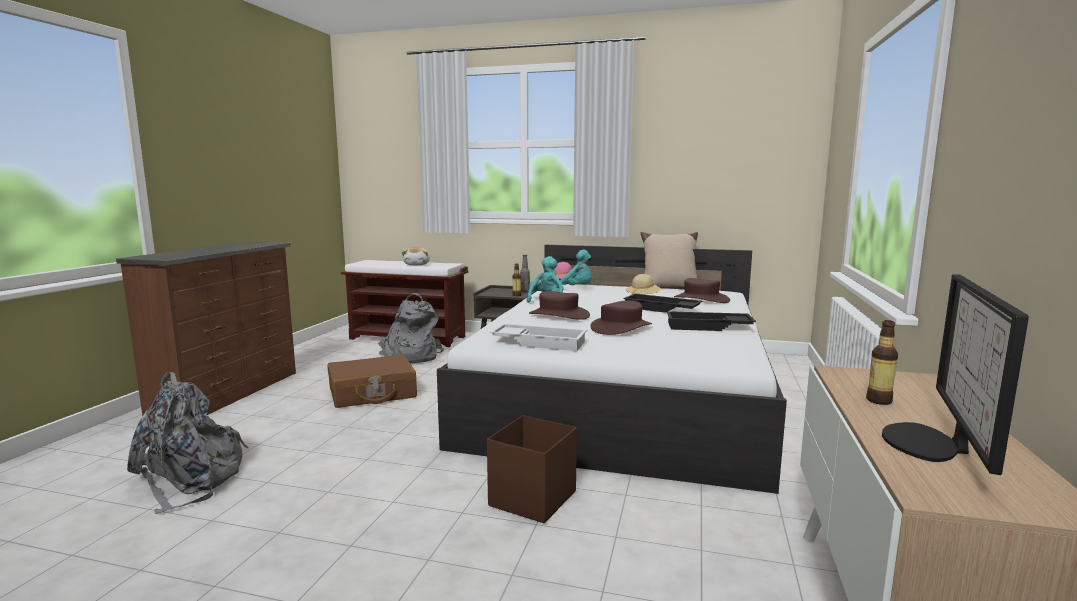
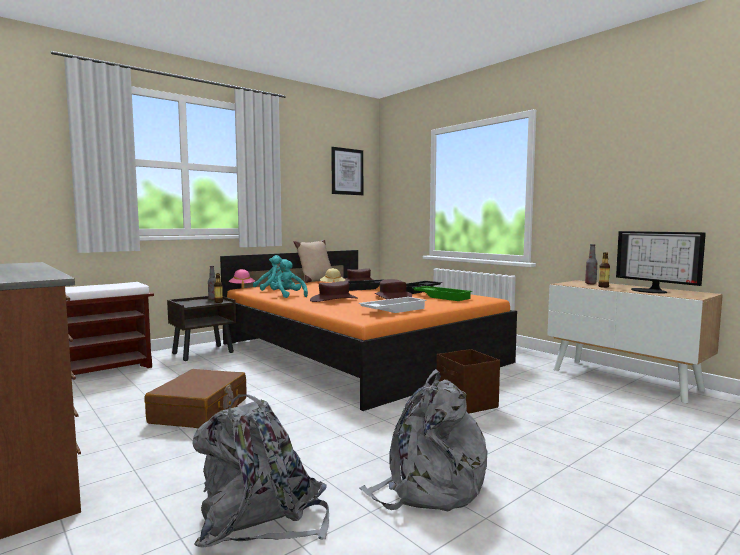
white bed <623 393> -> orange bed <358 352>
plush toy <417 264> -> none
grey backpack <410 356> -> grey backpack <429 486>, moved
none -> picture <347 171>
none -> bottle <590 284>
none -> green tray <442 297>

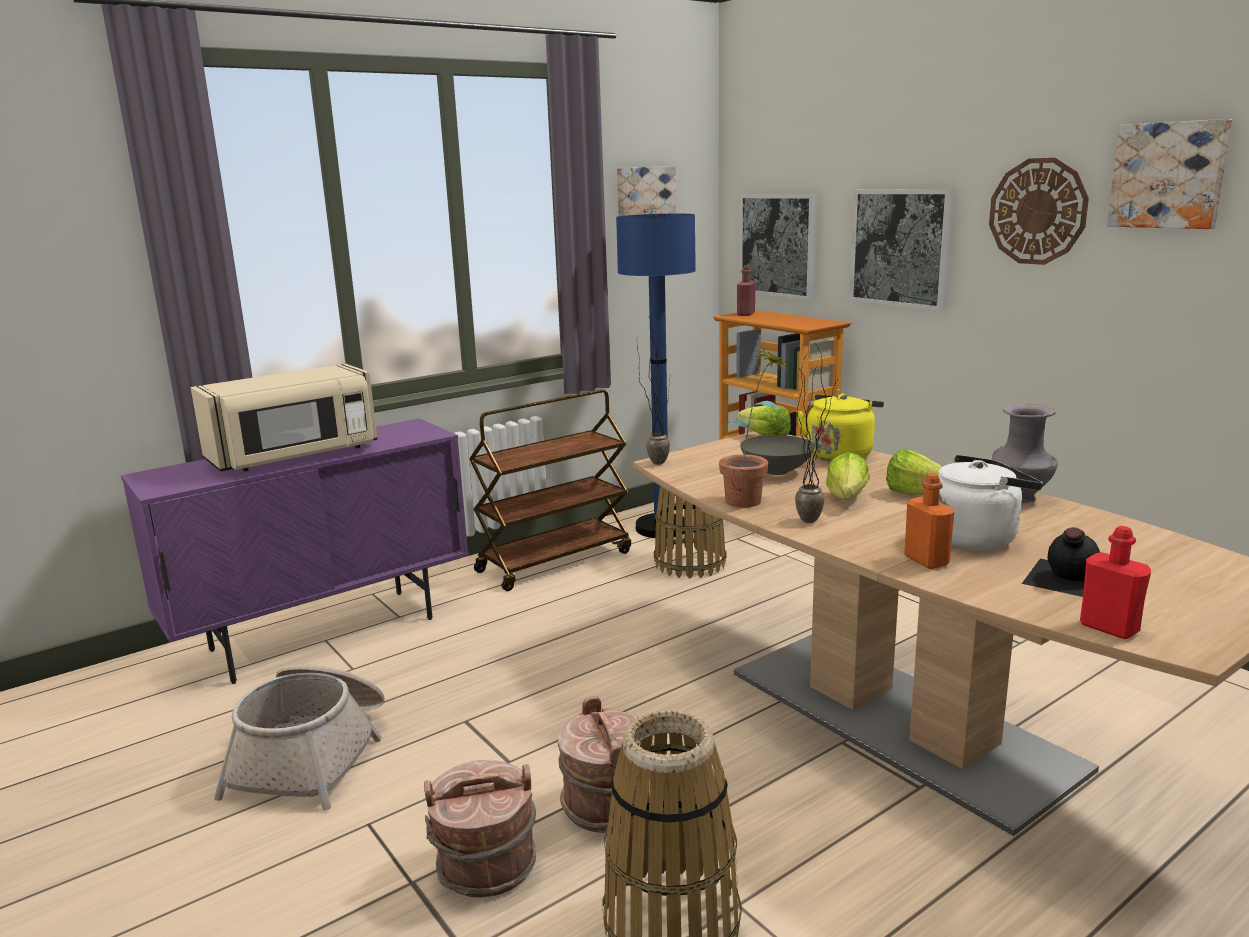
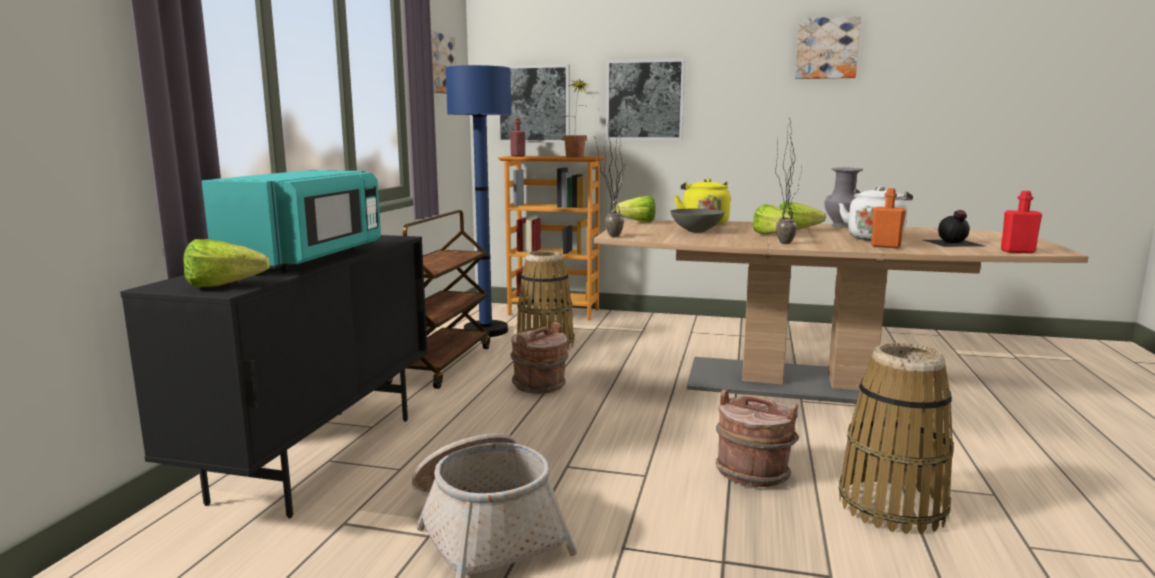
wall clock <1037 211> -> none
potted plant <752 498> -> potted plant <576 156>, moved
beige microwave <295 456> -> turquoise microwave <307 259>
purple cabinet <325 634> -> black cabinet <319 457>
brown bucket <486 868> -> brown bucket <540 386>, moved
none -> lettuce <231 286>

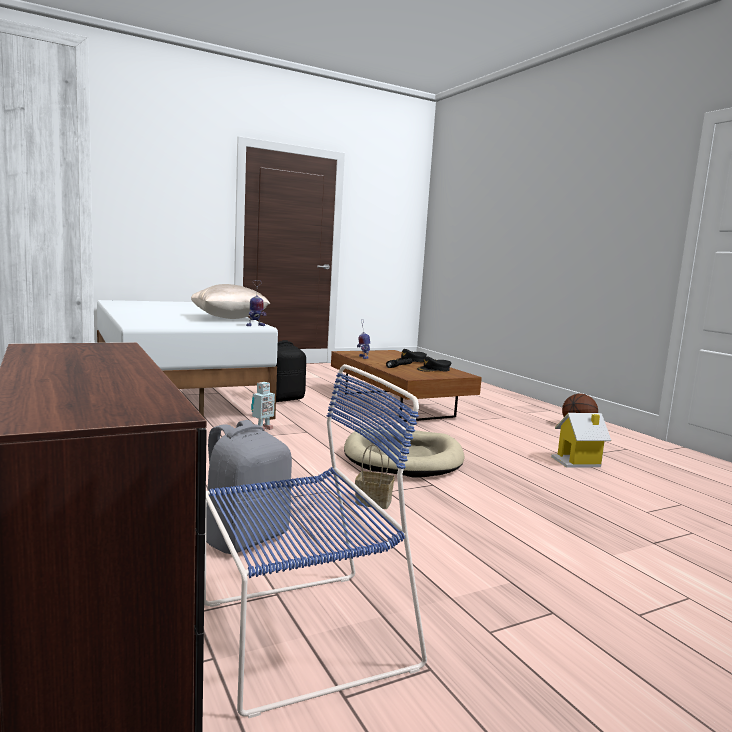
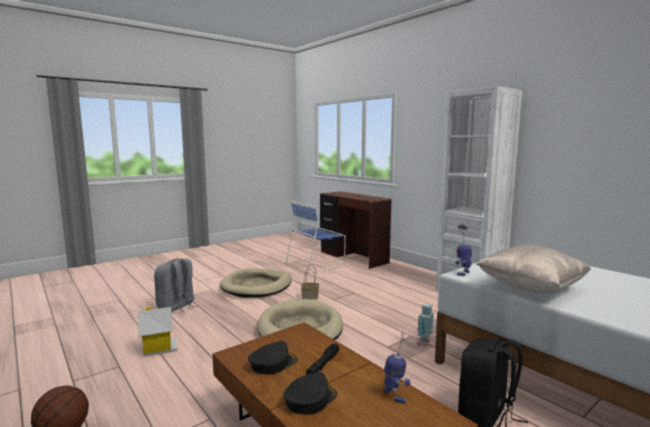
grey backpack <245 538> -> grey backpack <177 307>, moved
none -> beige dog bed <257 286>

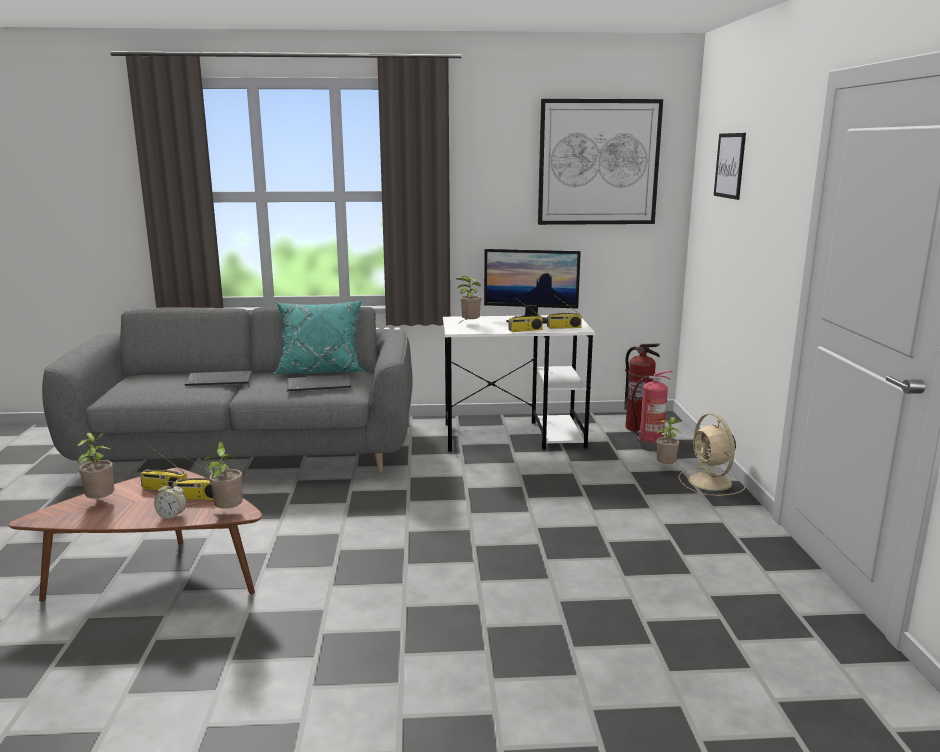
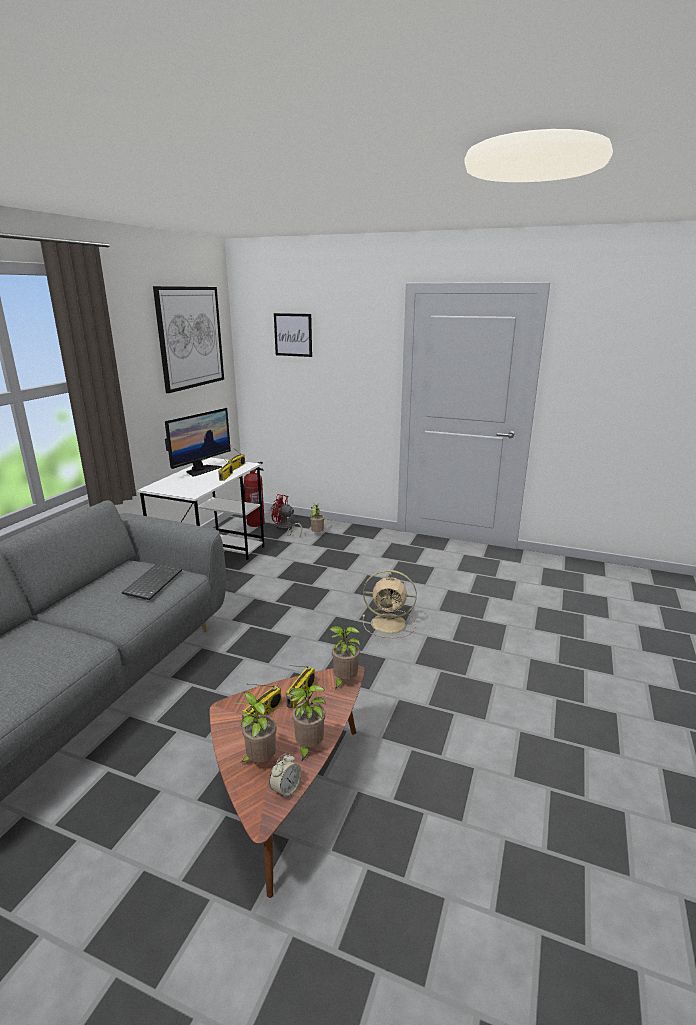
potted plant <469 324> -> potted plant <308 748>, moved
turquoise pillow <321 370> -> none
keyboard <220 380> -> none
fire extinguisher <649 446> -> red fan <285 529>
beige fan <711 483> -> beige fan <390 623>, moved
alarm clock <172 516> -> alarm clock <286 789>, moved

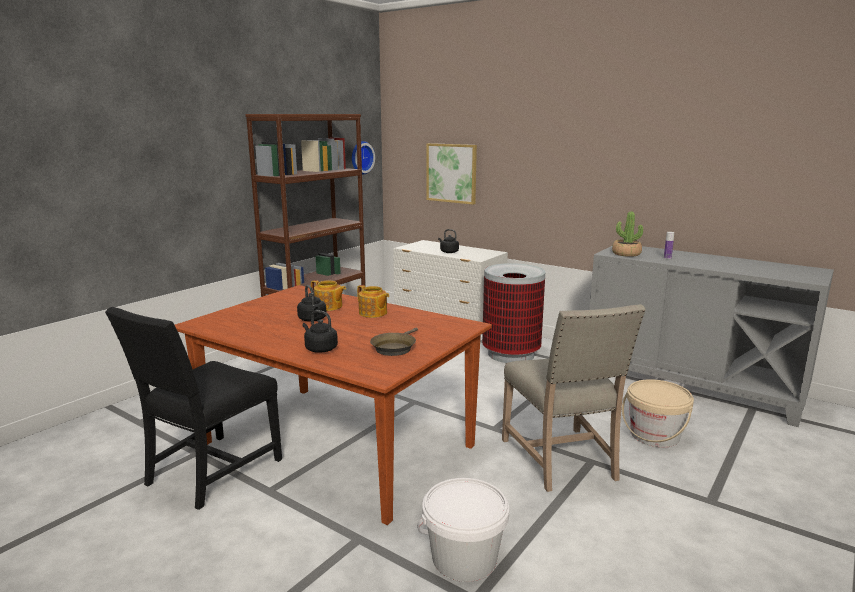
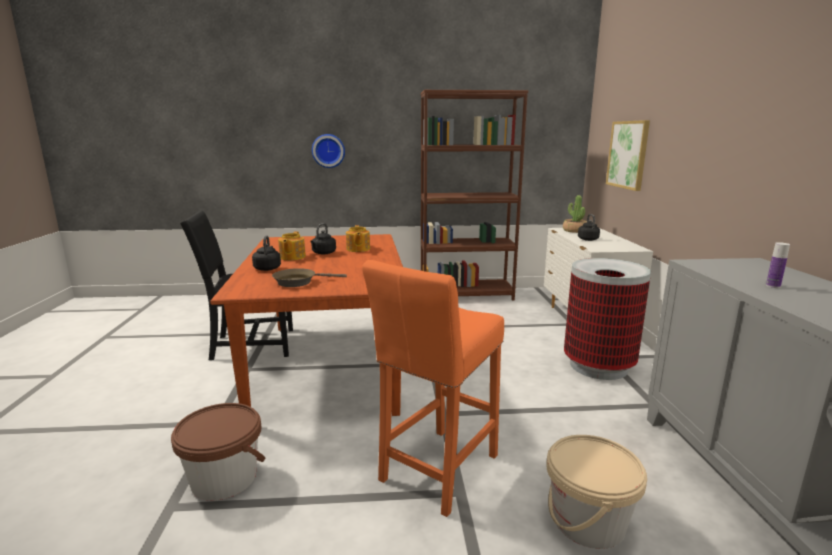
wall clock <360 157> -> wall clock <328 151>, moved
potted plant <626 254> -> potted plant <574 230>, moved
teapot <373 313> -> teapot <292 257>, moved
beige chair <562 460> -> orange stool <436 472>
white bucket <464 558> -> brown bucket <224 478>

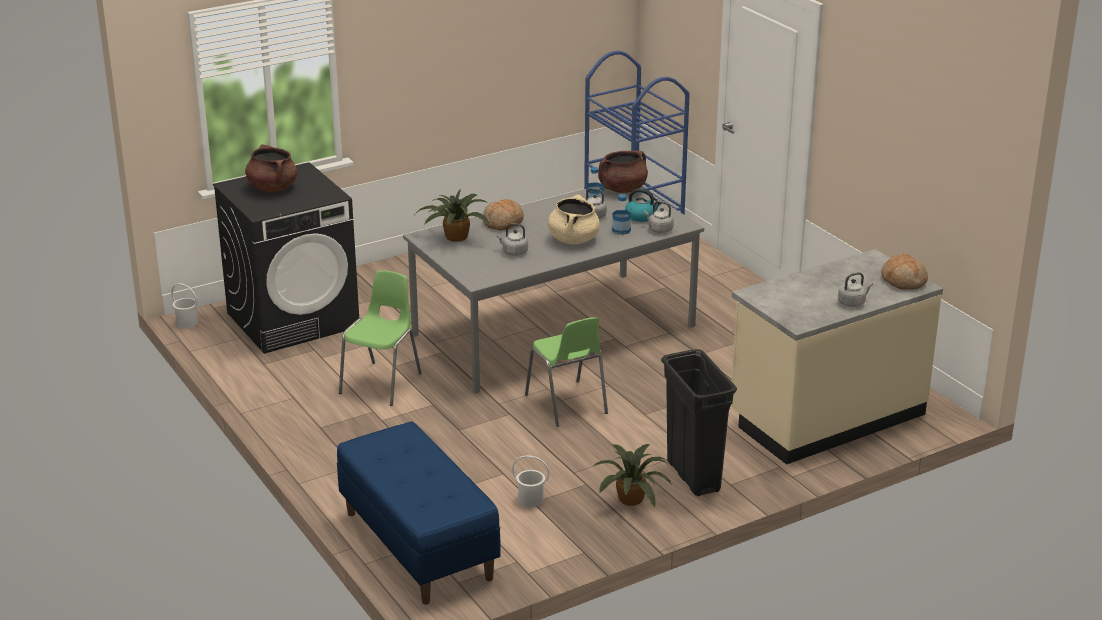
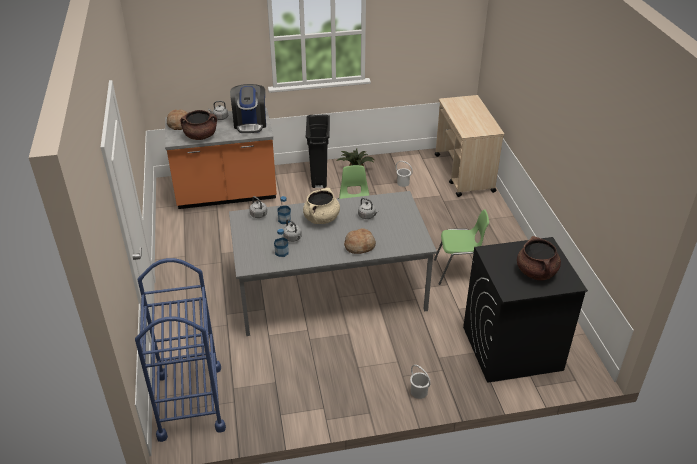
brown cooking pot <622 189> -> brown cooking pot <201 136>, moved
kettle <641 216> -> none
potted plant <454 237> -> none
beige counter <826 416> -> orange counter <226 194>
green chair <382 383> -> green chair <458 272>, 135 degrees counterclockwise
white bucket <187 323> -> white bucket <419 391>, moved
blue bench <417 545> -> beige cart <464 173>
none -> coffee machine <250 123>

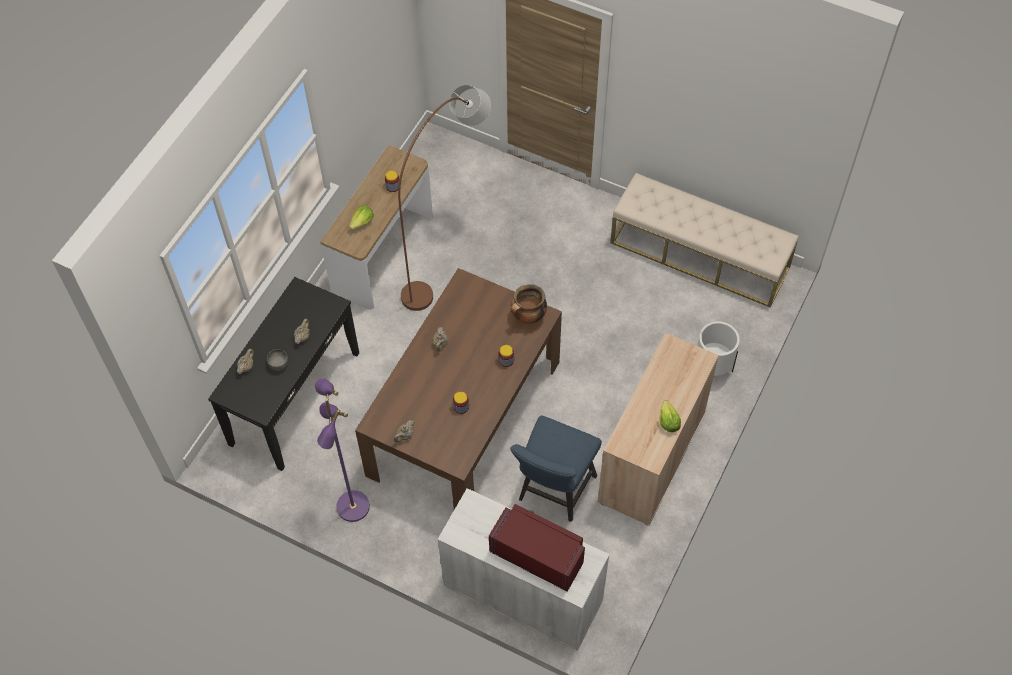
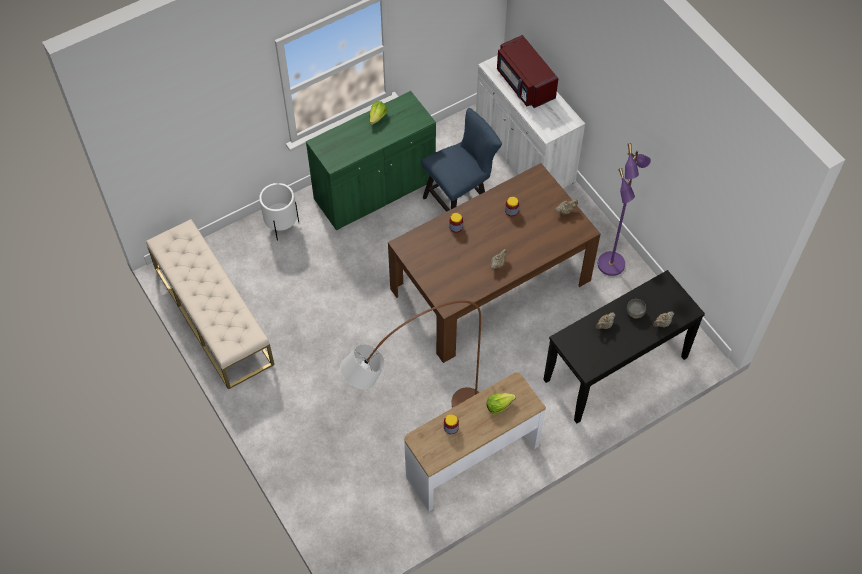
cooking pot <528 317> -> none
beige cabinet <651 457> -> green cabinet <375 190>

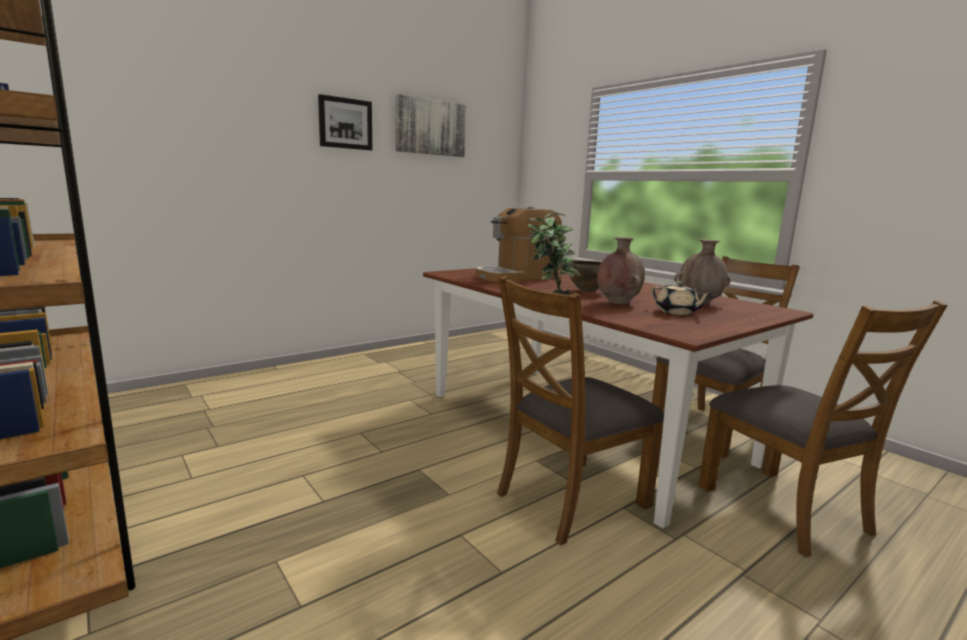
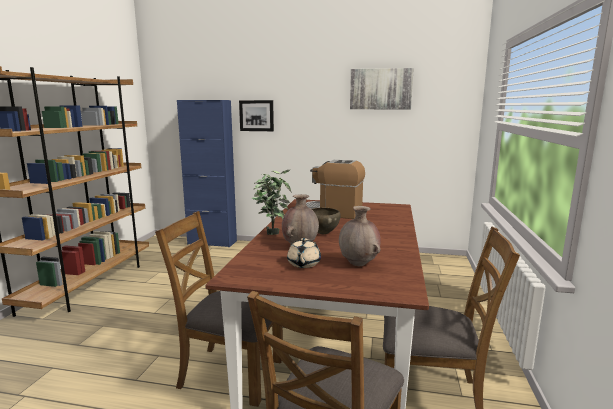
picture <345 123> -> picture <256 115>, moved
none -> blue cabinet <212 242>

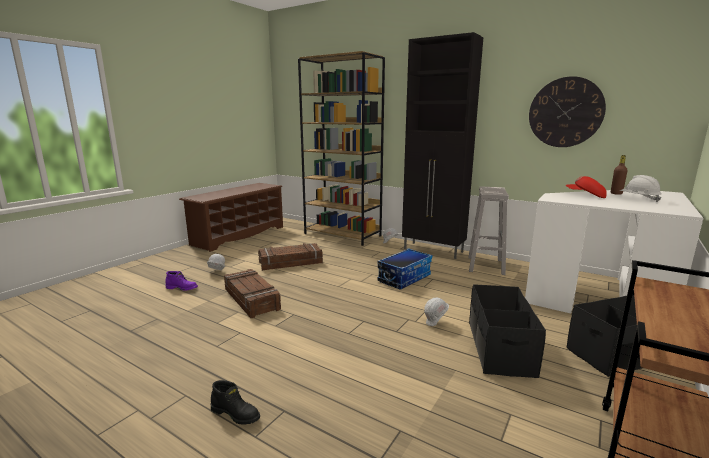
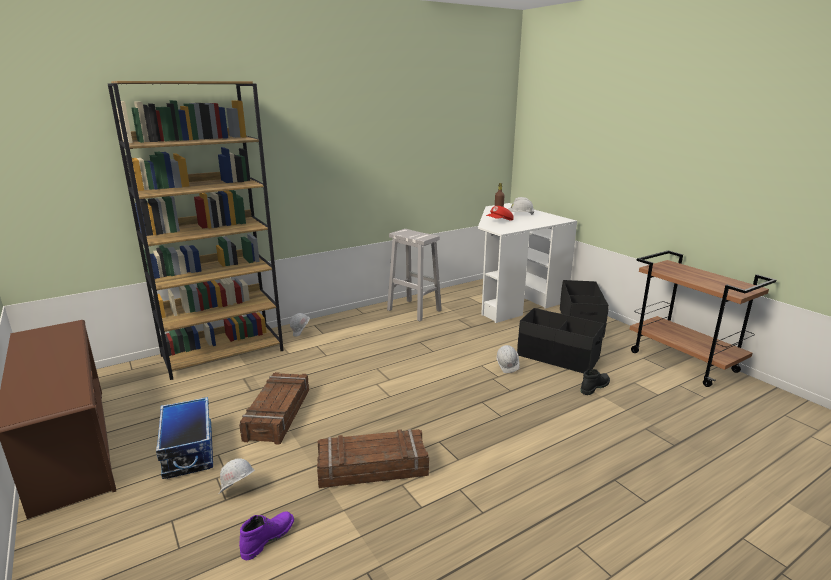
black cabinet <433 250> -> none
wall clock <565 112> -> none
storage box <404 278> -> storage box <188 450>, moved
black boot <236 413> -> black boot <594 387>, moved

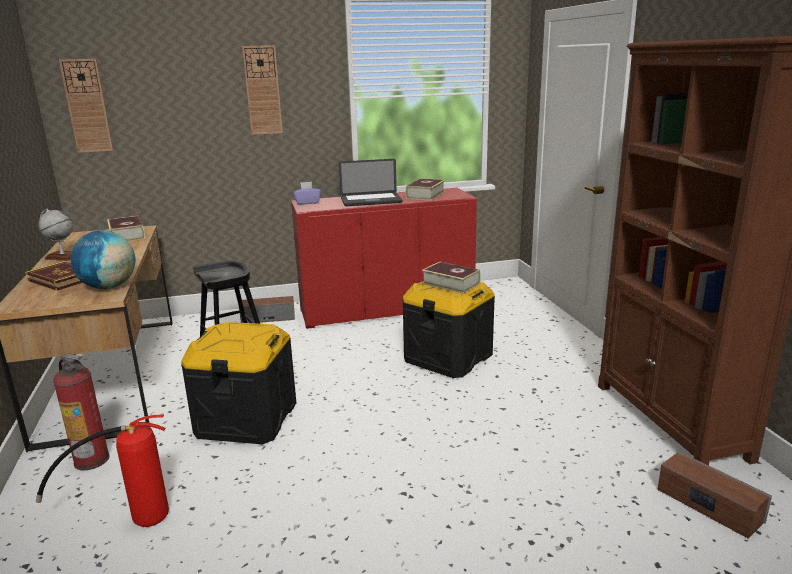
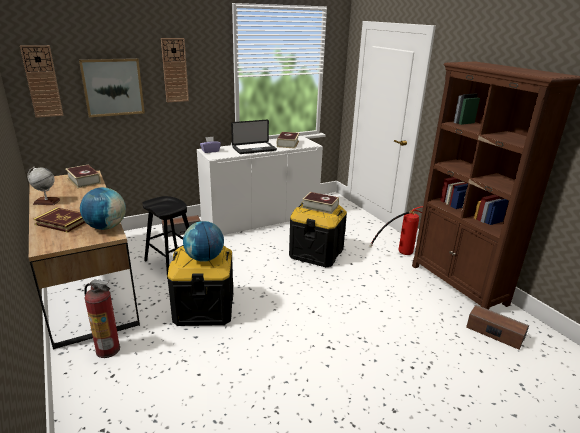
red cabinet <386 308> -> white cabinet <261 220>
fire extinguisher <130 518> -> fire extinguisher <398 253>, moved
none -> picture <113 87>
none -> globe <204 258>

